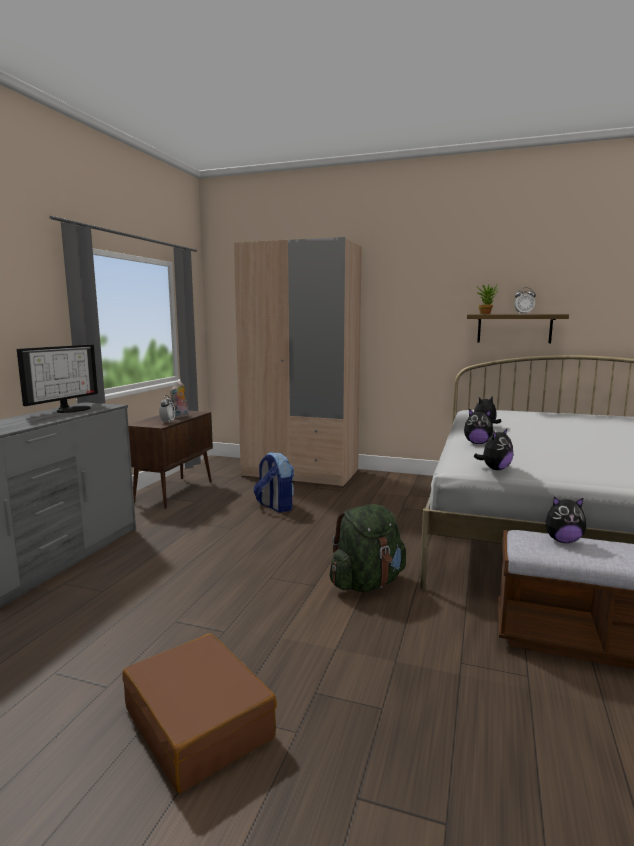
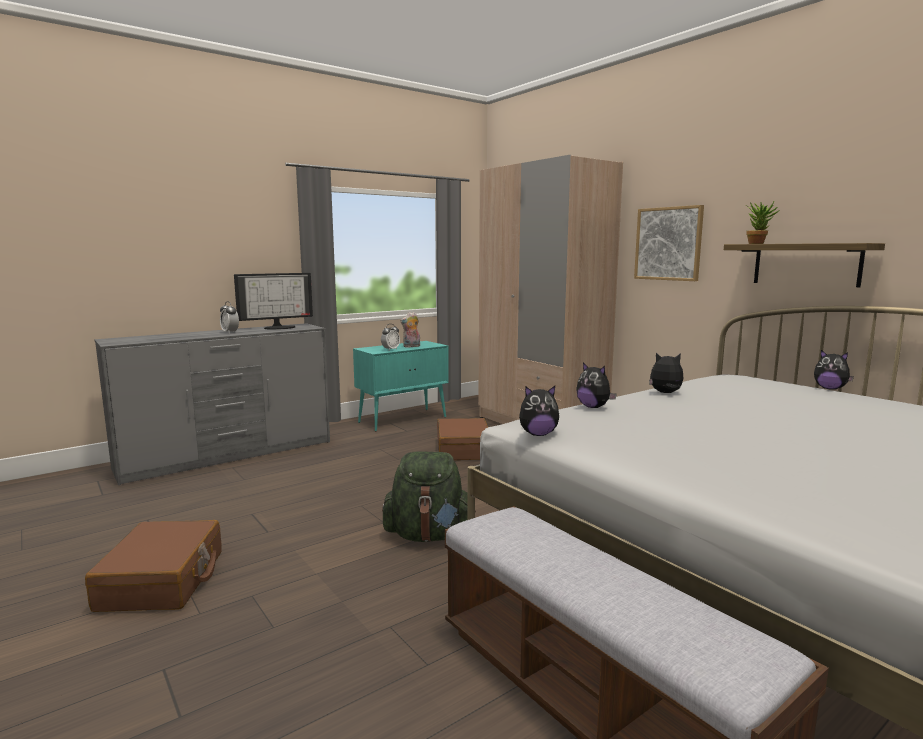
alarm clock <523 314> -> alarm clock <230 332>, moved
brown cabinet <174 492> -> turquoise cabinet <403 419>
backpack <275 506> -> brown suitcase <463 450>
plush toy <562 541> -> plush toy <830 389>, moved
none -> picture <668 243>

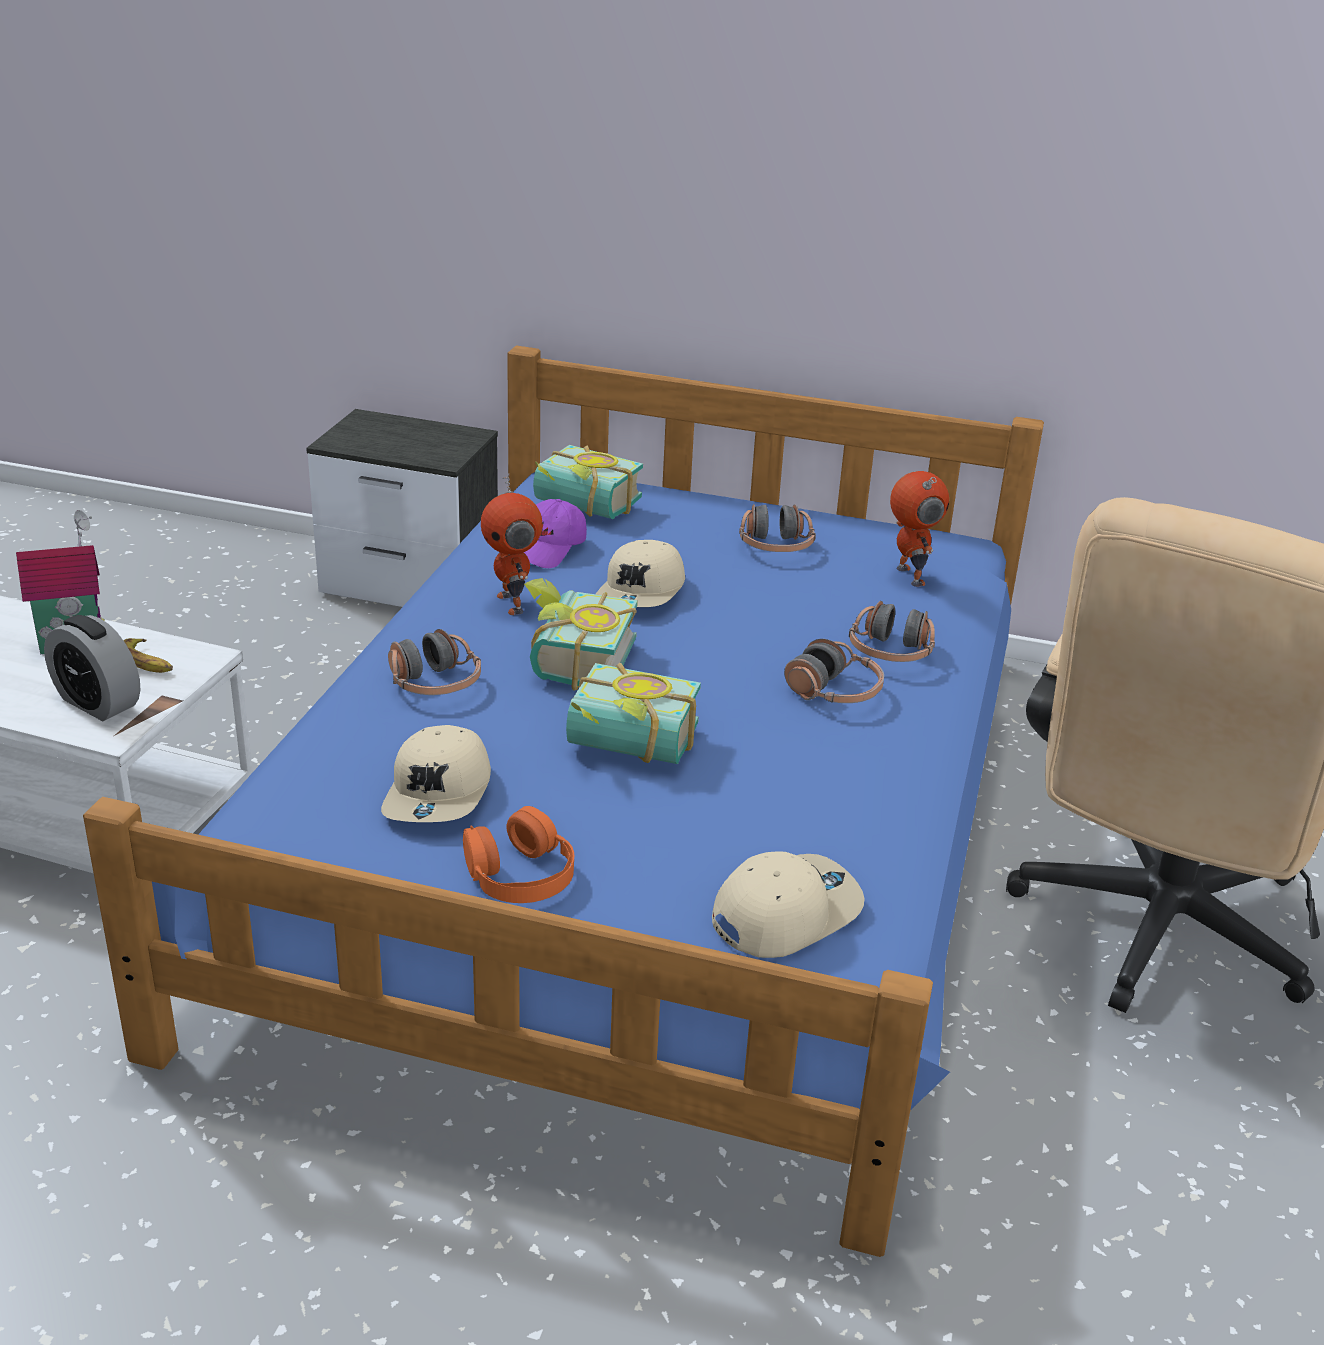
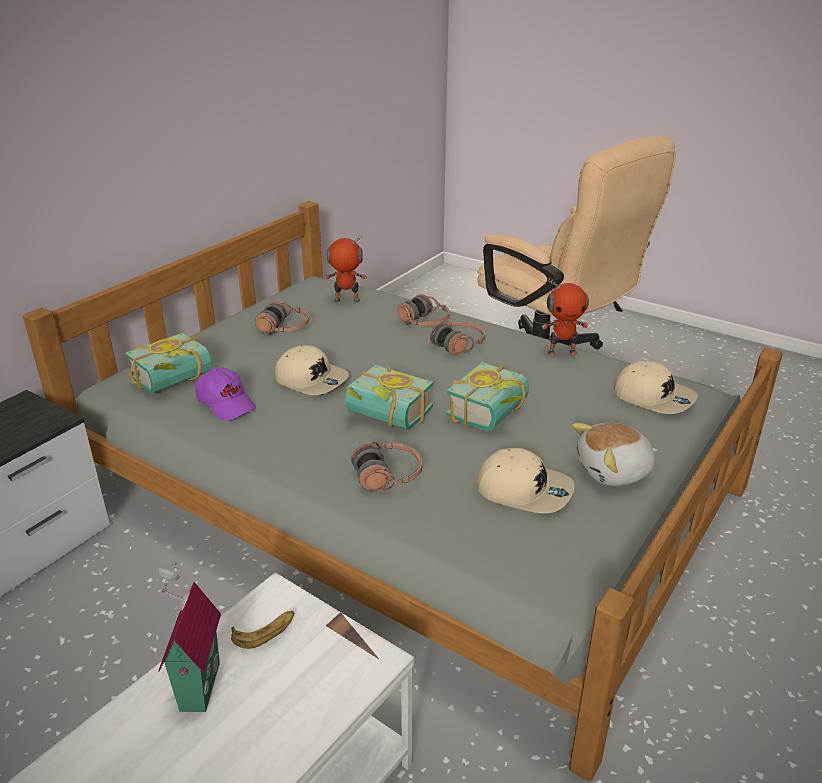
blue bed <650 826> -> grey bed <411 488>
toy robot <512 603> -> toy robot <562 352>, moved
alarm clock <97 703> -> none
orange headphones <519 873> -> plush toy <614 471>
beige cap <785 912> -> beige cap <653 397>, 150 degrees clockwise

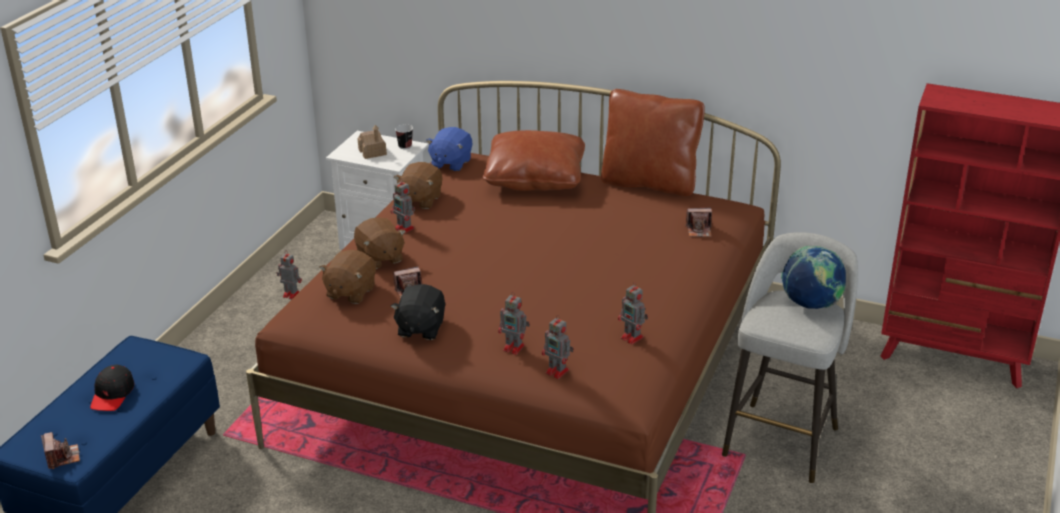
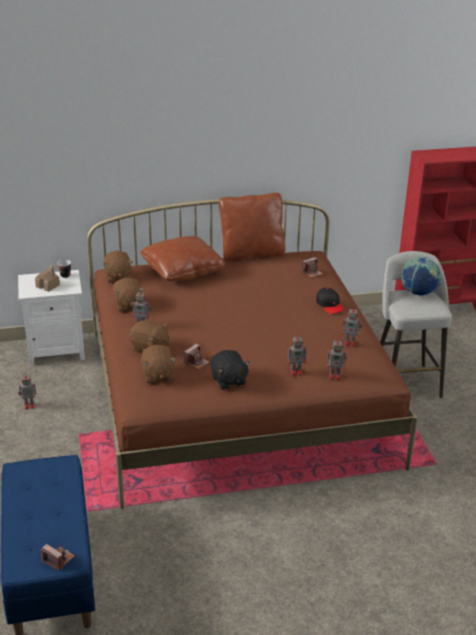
blue plush toy <450 163> -> brown plush toy <118 277>
black cap <113 394> -> black cap <329 305>, moved

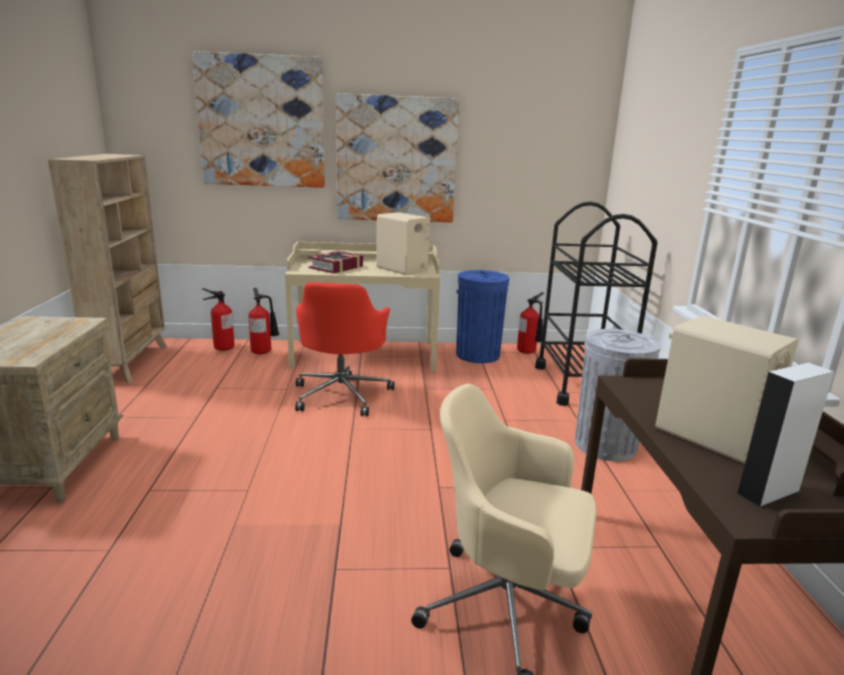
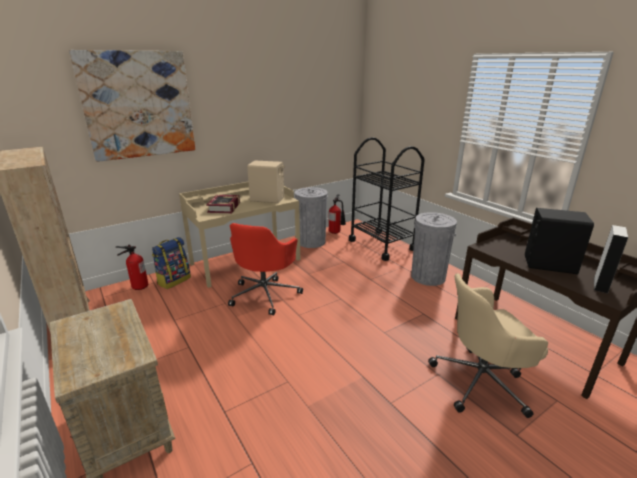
picture <396 160> -> none
blue trash can <477 355> -> grey trash can <311 241>
red office chair <342 394> -> red office chair <265 294>, 45 degrees clockwise
fire extinguisher <264 352> -> backpack <174 280>
beige speaker <710 436> -> black speaker <549 264>

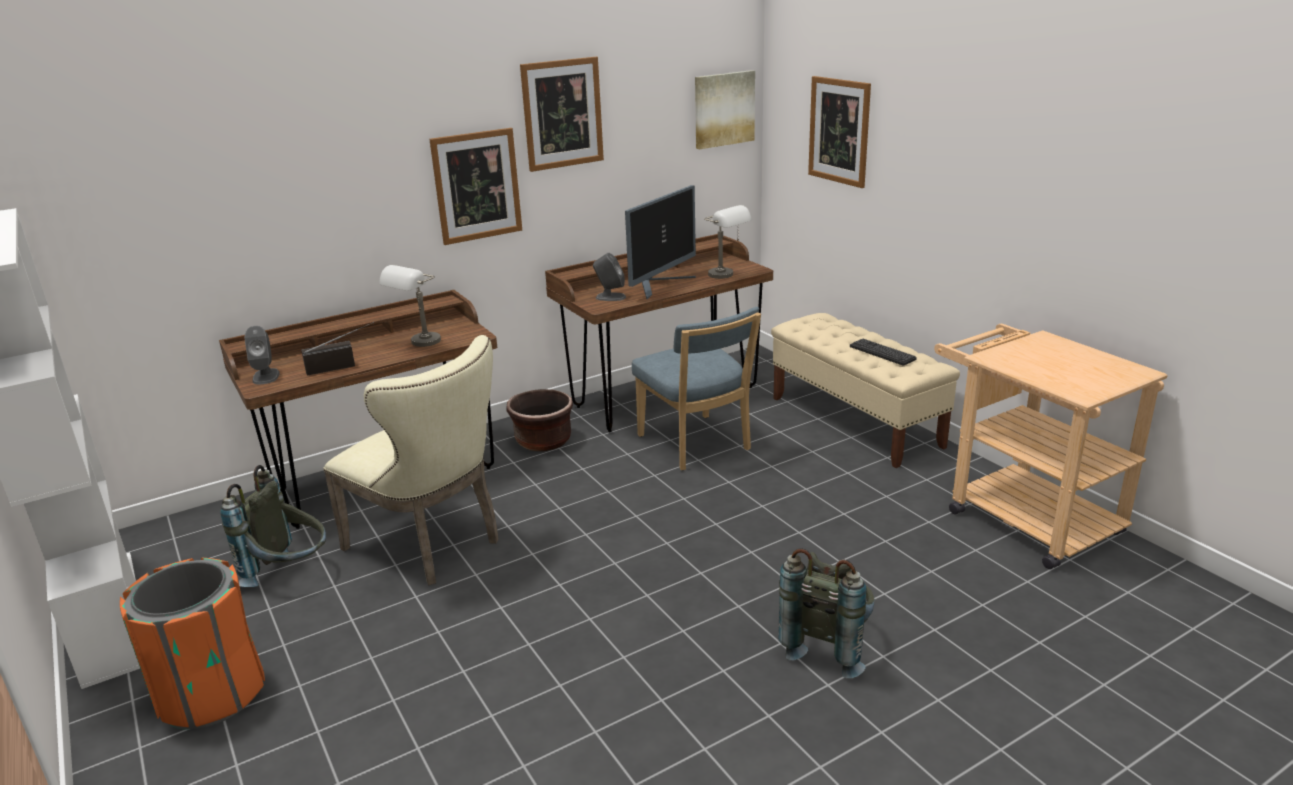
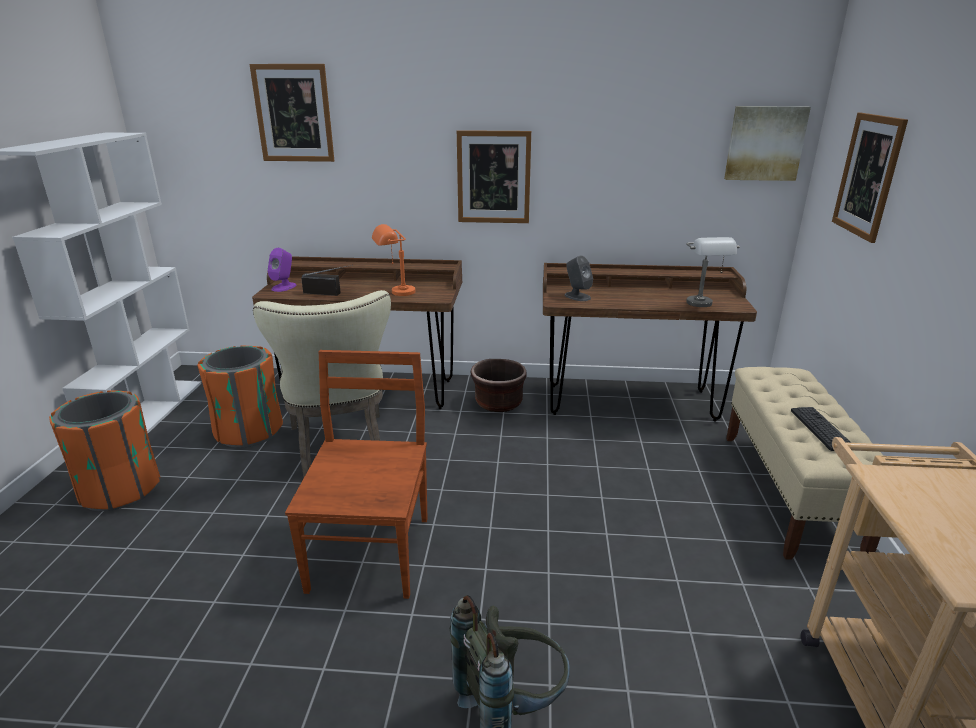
picture <562 114> -> picture <293 113>, moved
monitor <660 284> -> none
grey table lamp <419 344> -> orange table lamp <395 293>
blue chair <696 445> -> none
grey speaker <266 376> -> purple speaker <284 287>
grey backpack <290 574> -> orange trash can <249 431>
none -> brown chair <371 550>

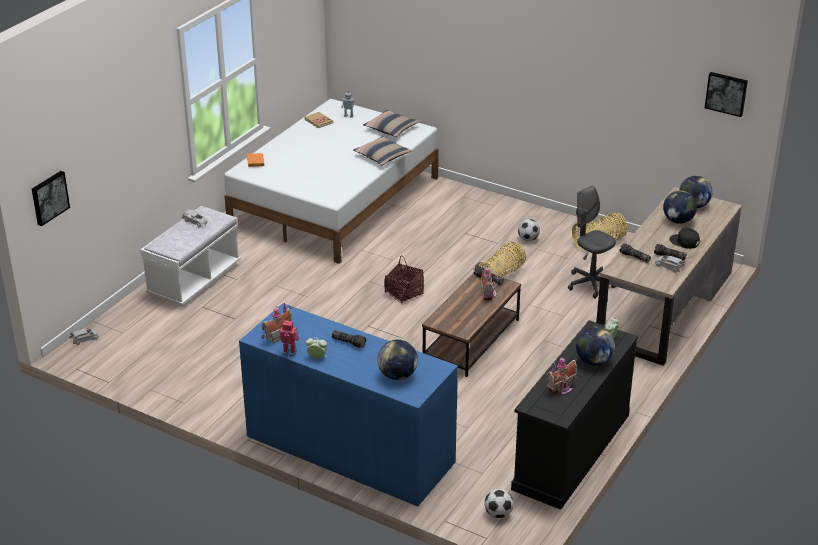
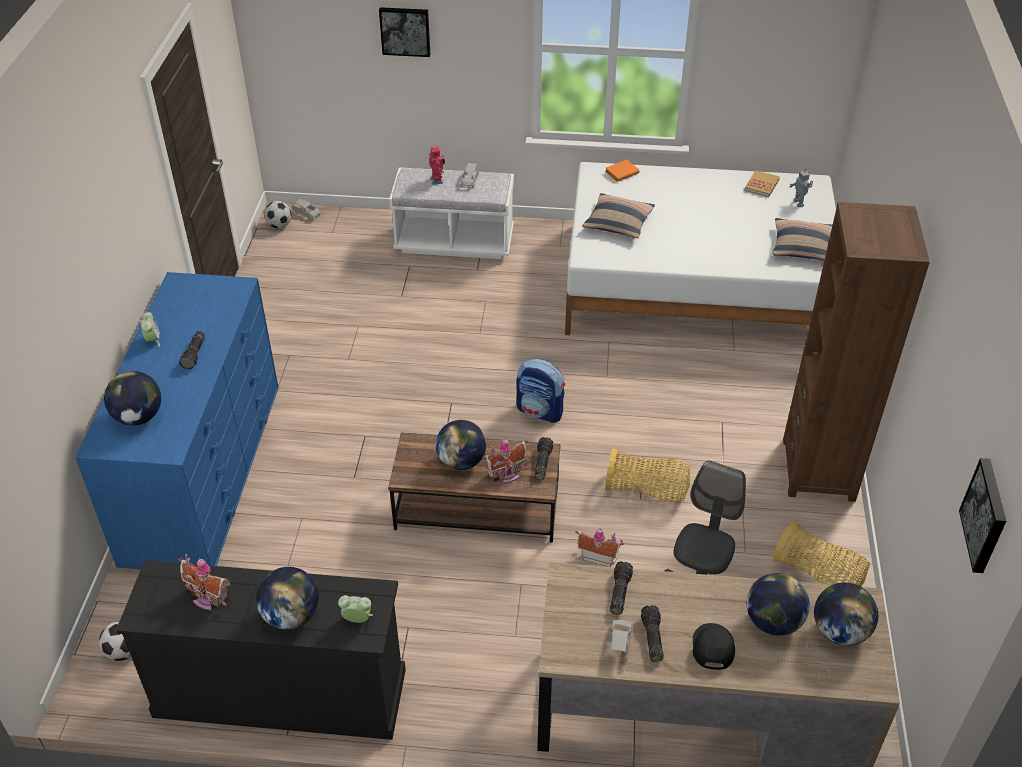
pillow <382 156> -> pillow <618 223>, moved
picture <49 197> -> picture <405 31>, moved
football <528 239> -> football <279 225>, moved
basket <404 293> -> backpack <540 411>
toy house <276 336> -> toy house <598 557>, moved
toy robot <289 352> -> toy robot <437 180>, moved
none -> brown bookcase <818 470>
none -> globe <461 461>

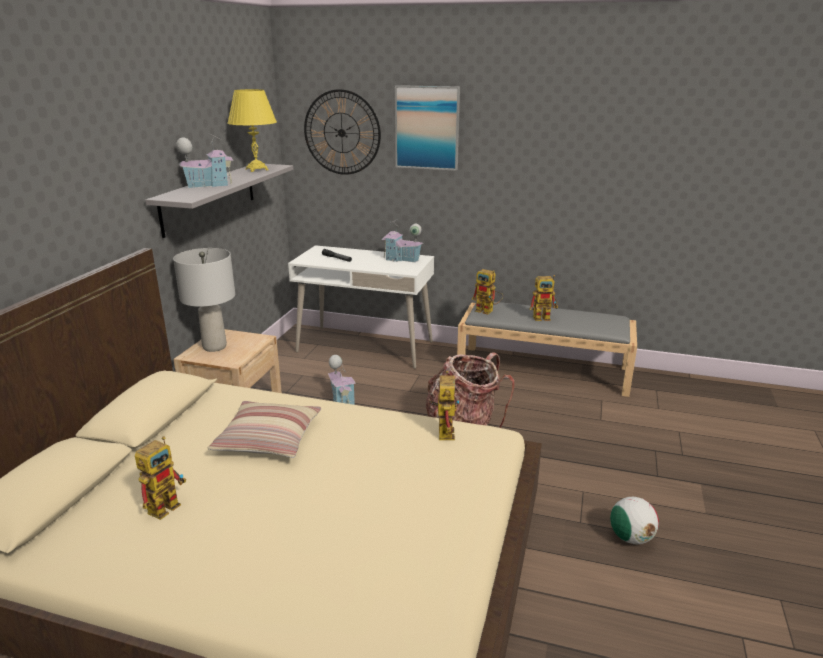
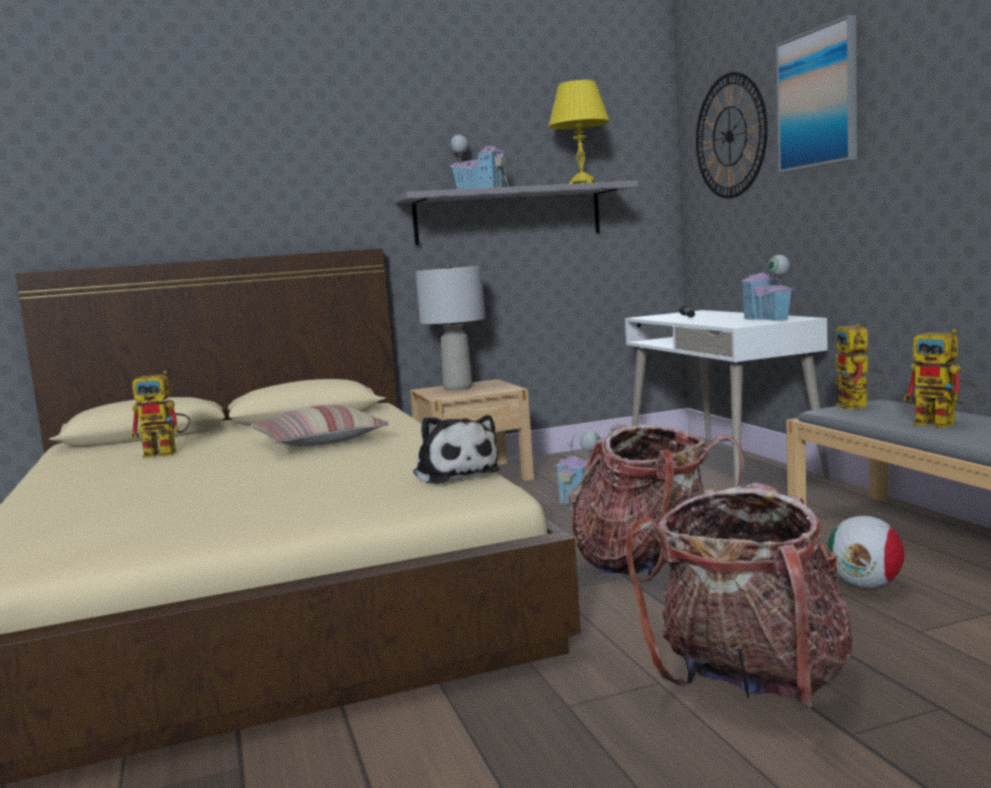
toy robot <443 430> -> plush toy <455 473>
football <631 538> -> football <865 585>, moved
none -> backpack <751 682>

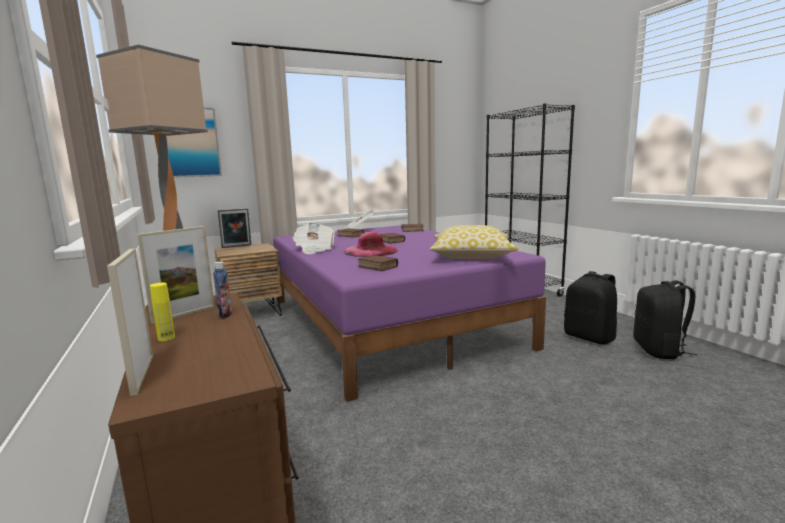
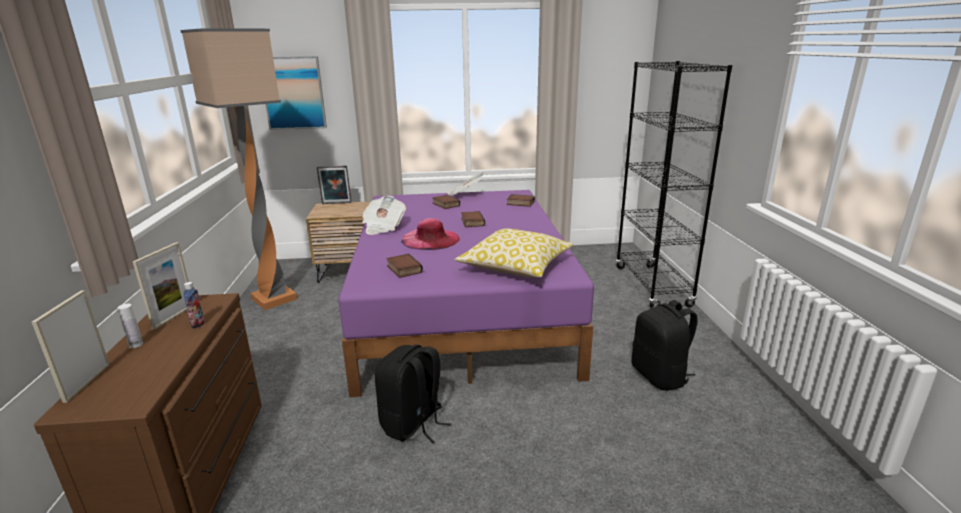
picture frame <184 314> -> picture frame <174 317>, 45 degrees counterclockwise
black backpack <659 351> -> black backpack <413 424>, moved
yellow bottle <166 338> -> white bottle <136 345>

